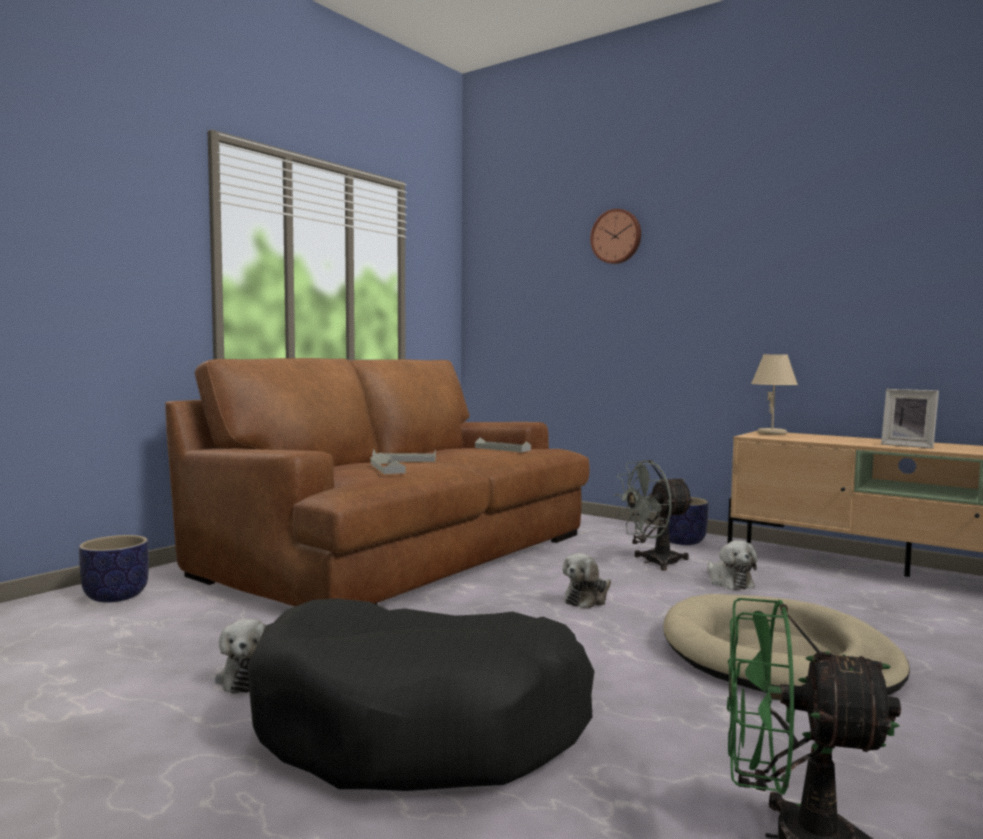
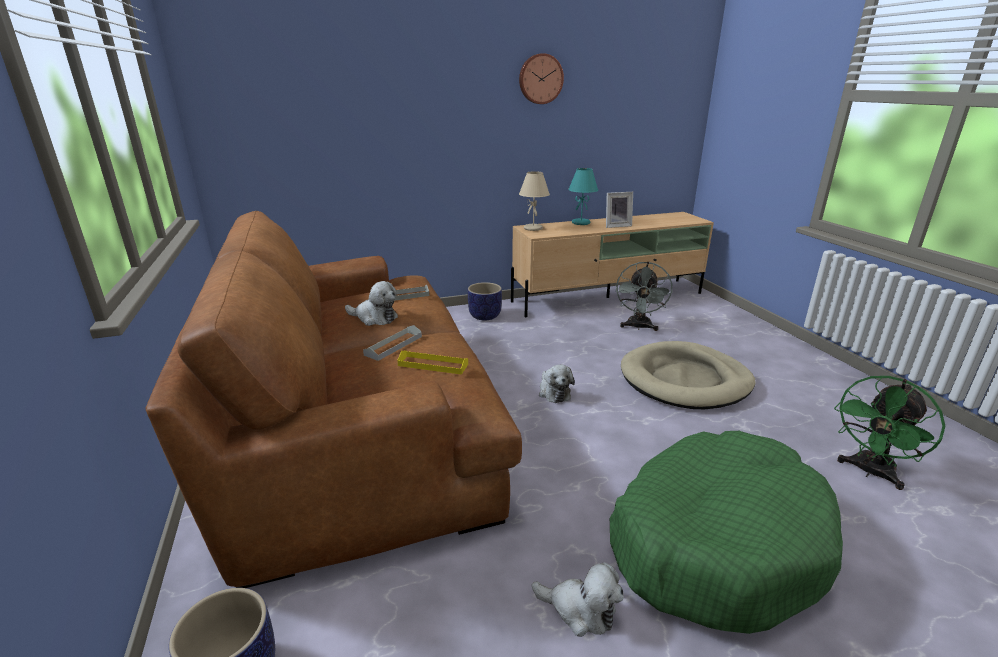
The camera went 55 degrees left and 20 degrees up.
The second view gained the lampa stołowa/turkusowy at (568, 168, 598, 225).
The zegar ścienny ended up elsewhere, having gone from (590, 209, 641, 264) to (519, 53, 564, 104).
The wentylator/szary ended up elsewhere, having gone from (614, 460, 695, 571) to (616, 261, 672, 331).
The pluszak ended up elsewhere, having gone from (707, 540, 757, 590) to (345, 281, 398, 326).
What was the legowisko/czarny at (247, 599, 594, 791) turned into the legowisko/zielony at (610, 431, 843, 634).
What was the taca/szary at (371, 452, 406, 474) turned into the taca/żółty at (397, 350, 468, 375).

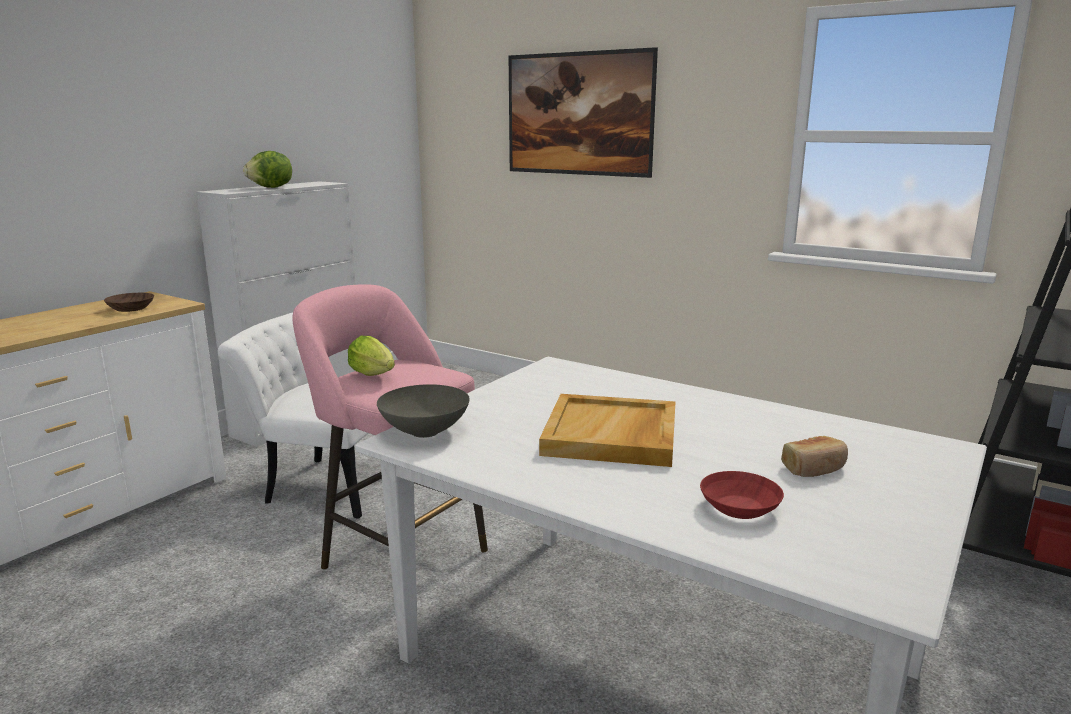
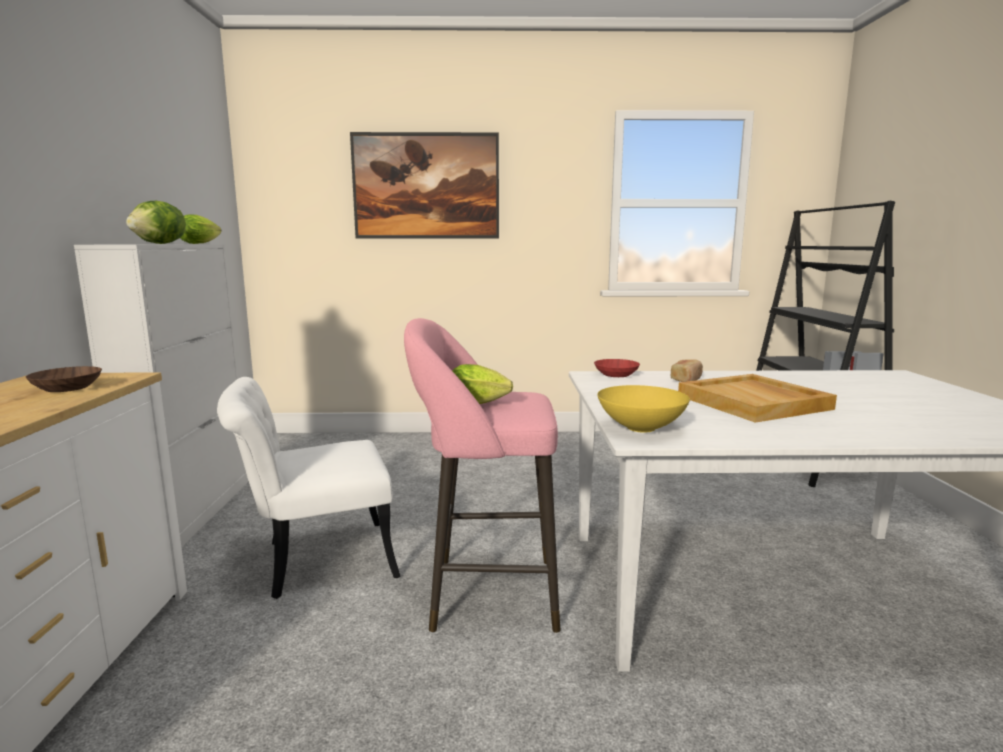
The camera went 35 degrees left and 5 degrees down.
The second view gained the sałata at (180, 214, 222, 244).
The miska/czerwony ended up elsewhere, having gone from (700, 471, 784, 519) to (594, 359, 640, 377).
The chleb ended up elsewhere, having gone from (781, 436, 848, 477) to (671, 359, 703, 382).
What was the miska/szary at (377, 384, 470, 438) turned into the miska/żółty at (597, 385, 690, 433).

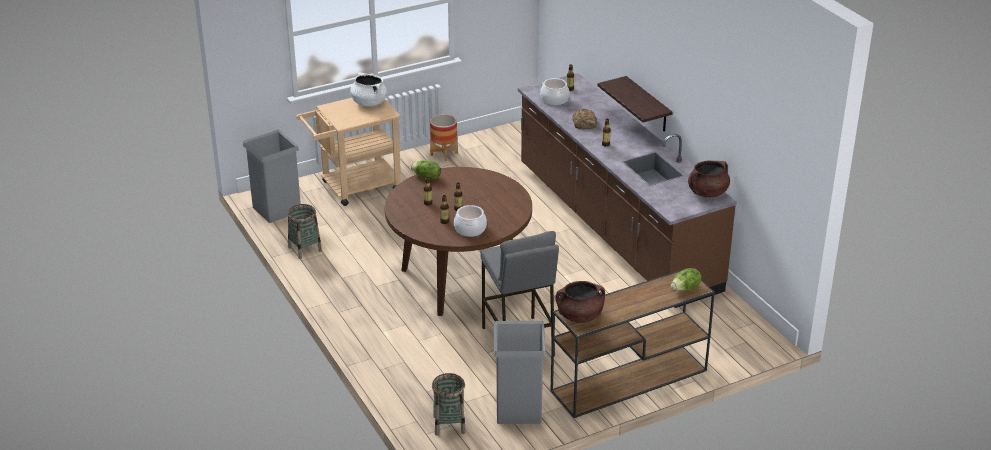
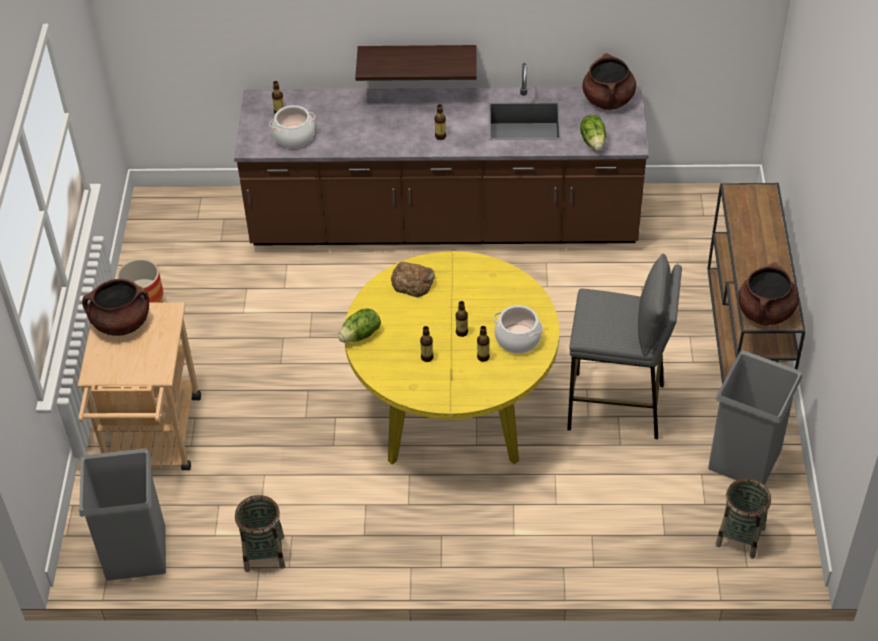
The camera went 60 degrees left and 15 degrees up.
The chleb ended up elsewhere, having gone from (573, 108, 597, 130) to (391, 262, 435, 297).
The sałata ended up elsewhere, having gone from (671, 268, 701, 291) to (580, 115, 606, 151).
What was the garnek/biały at (350, 72, 387, 107) turned into the garnek/brązowy at (82, 279, 149, 336).
What was the stół jadalny/brązowy at (385, 167, 532, 316) turned into the stół jadalny/żółty at (345, 251, 559, 465).

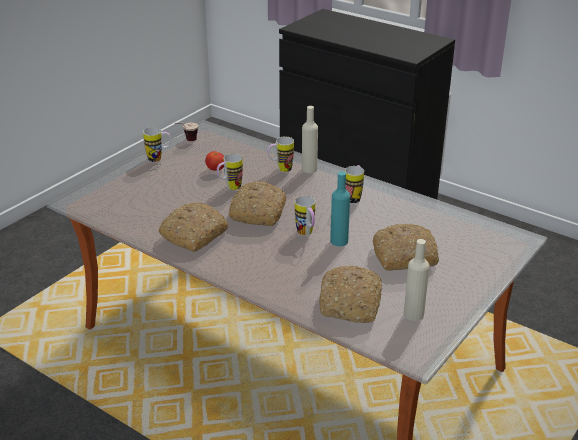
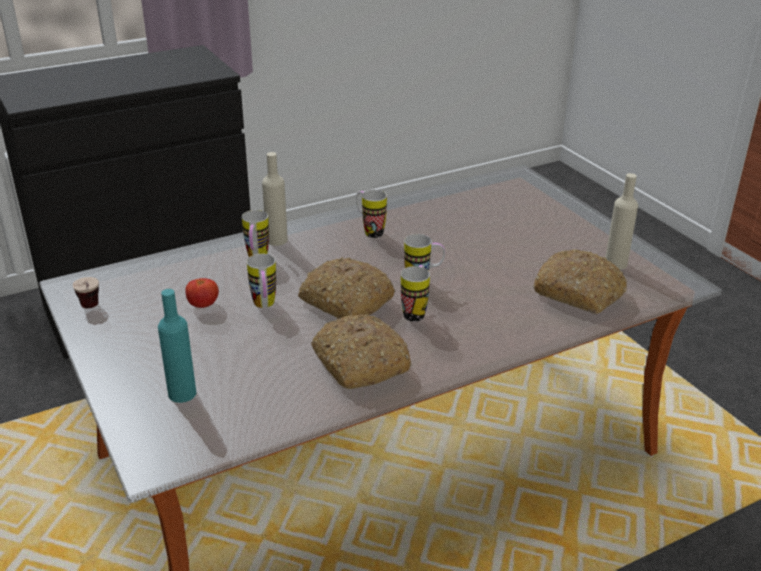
The camera went 65 degrees left and 0 degrees up.
The second view lost the chleb at (373, 224, 439, 271).
The kubek ended up elsewhere, having gone from (143, 127, 171, 162) to (401, 265, 430, 322).
The butelka/turkusowy ended up elsewhere, having gone from (330, 171, 350, 246) to (158, 289, 196, 403).

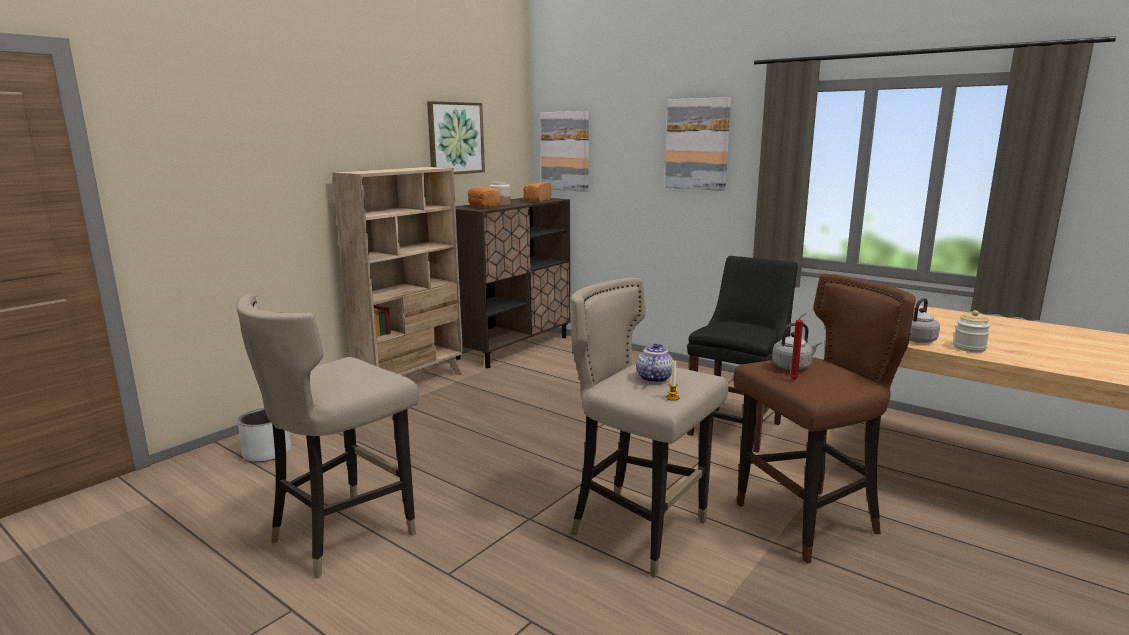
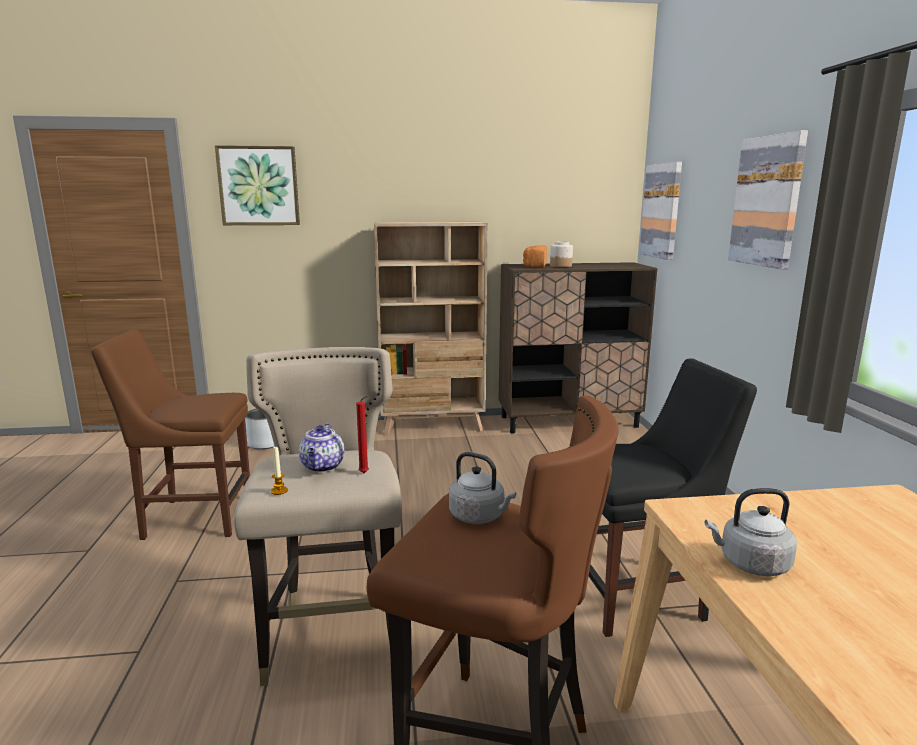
The camera went 45 degrees right and 0 degrees up.
The second view lost the chleb at (523, 182, 551, 202).
The second view lost the słoik at (954, 310, 991, 352).
The obraz ended up elsewhere, having gone from (427, 101, 485, 175) to (215, 145, 300, 225).
The świeca/czerwony ended up elsewhere, having gone from (790, 313, 806, 380) to (356, 396, 369, 473).
Where the stołek/beżowy stood at (236, 294, 419, 578), the krzesło/brązowy came to stand at (91, 329, 250, 540).
The imbryk at (636, 344, 673, 383) ended up facing another way, 120 degrees clockwise from before.

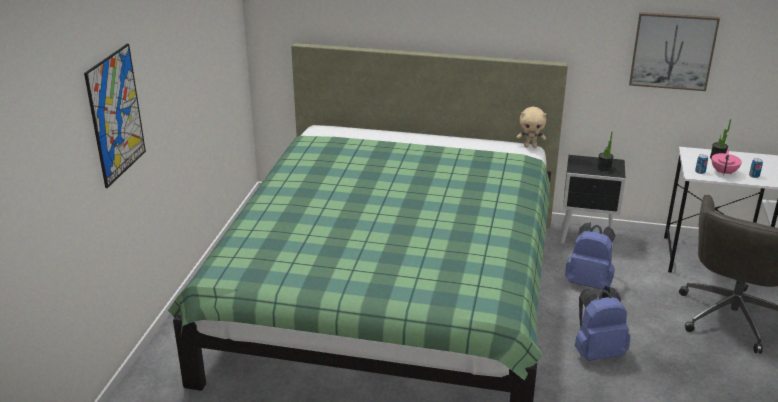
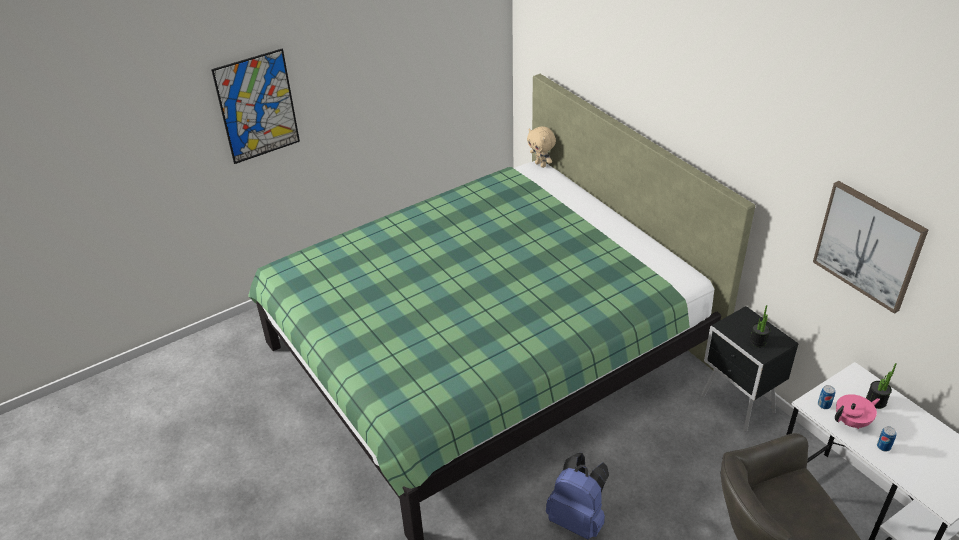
The camera went 45 degrees right and 10 degrees up.
The second view lost the plecak/niebieski at (565, 222, 616, 290).
The pluszak/beżowy ended up elsewhere, having gone from (516, 107, 546, 148) to (527, 126, 556, 168).

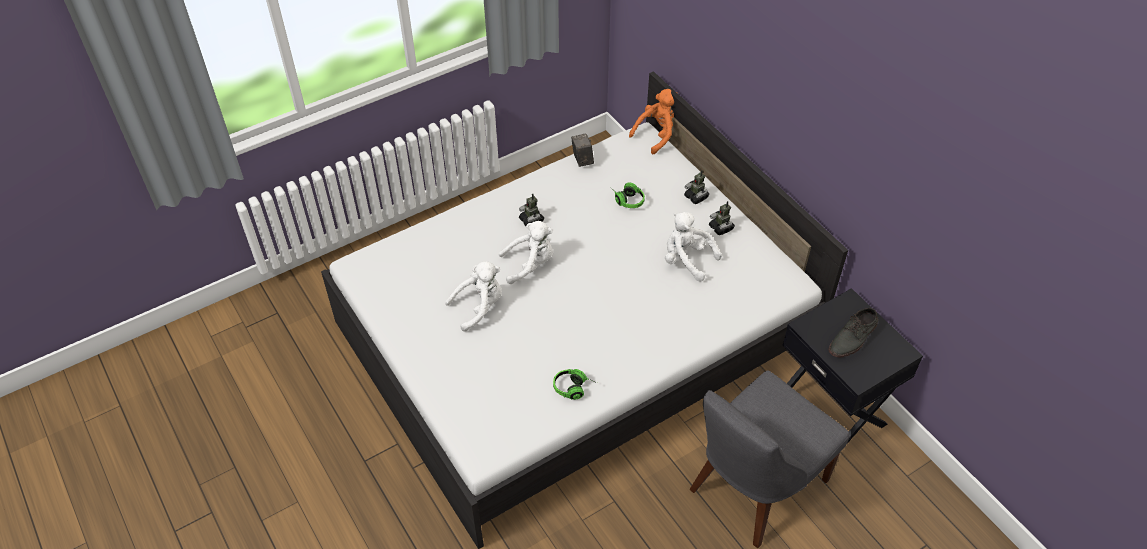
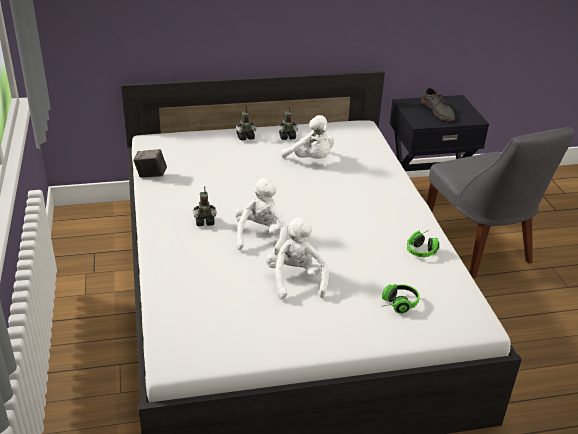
The camera went 70 degrees left and 15 degrees down.
The second view lost the pluszak/pomarańczowy at (629, 89, 674, 154).
The słuchawki ended up elsewhere, having gone from (610, 182, 645, 208) to (382, 284, 420, 313).
The pluszak/biały at (665, 212, 722, 282) ended up facing another way, 105 degrees counterclockwise from before.

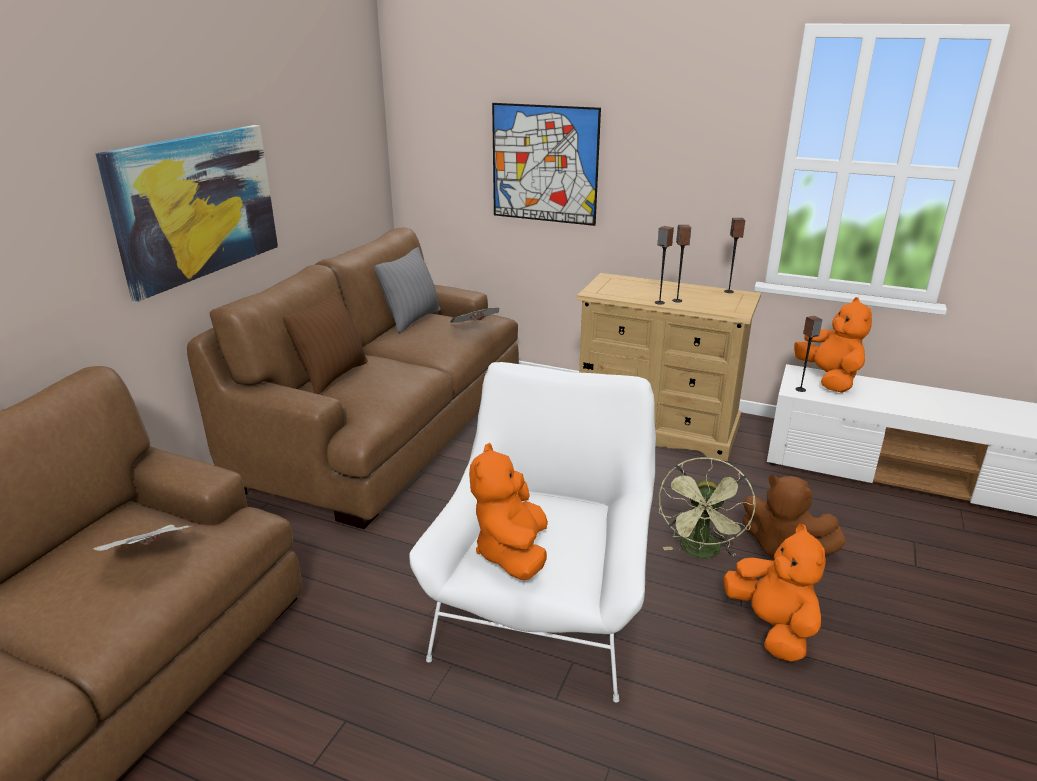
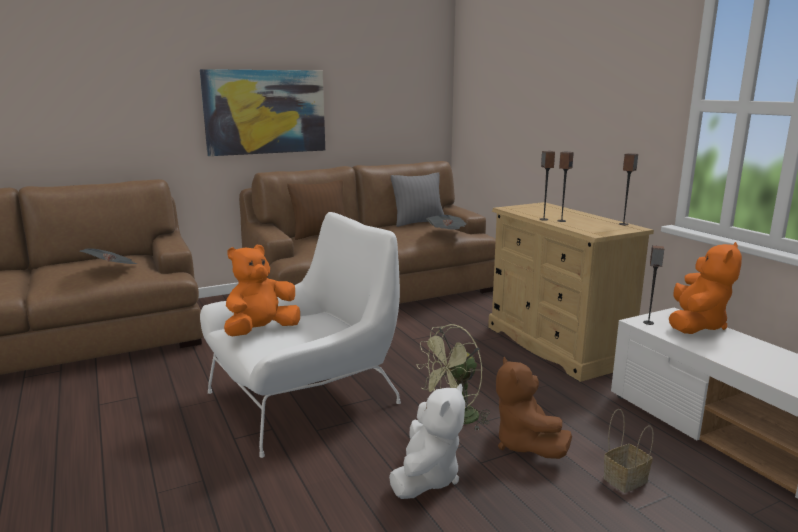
The camera went 40 degrees right and 10 degrees down.
The second view lost the obraz at (492, 103, 601, 226).
The second view gained the koszyk at (603, 409, 654, 493).
What was the pluszak/pomarańczowy at (724, 524, 826, 662) turned into the pluszak/biały at (389, 383, 465, 499).

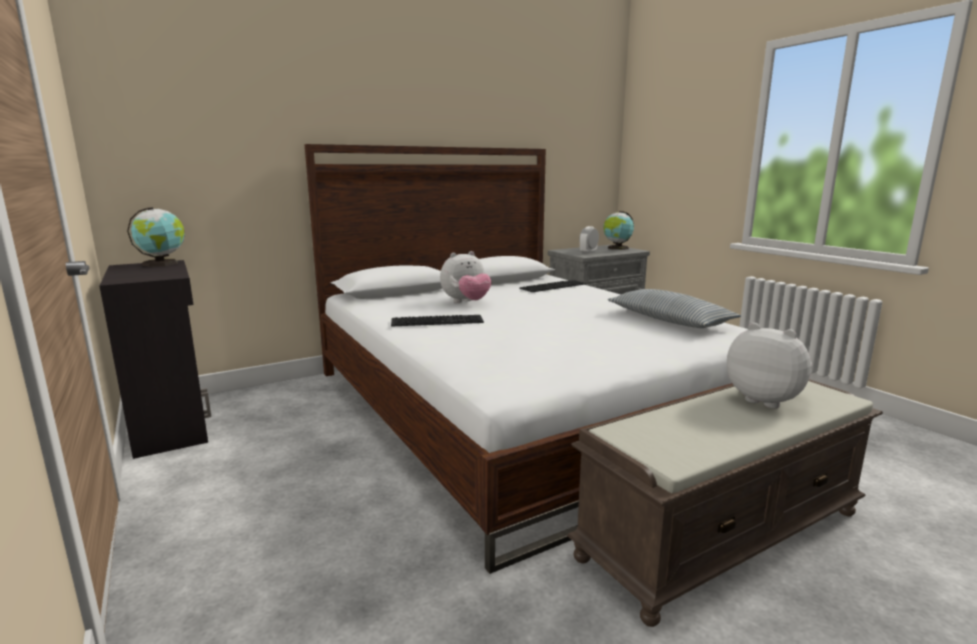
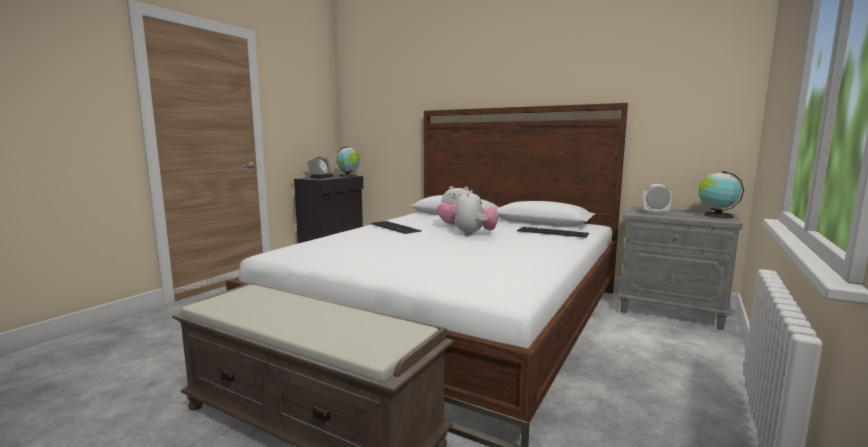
The camera went 60 degrees right and 5 degrees down.
The second view lost the poduszka at (608, 289, 741, 328).
The second view gained the budzik at (307, 157, 333, 179).
The pluszak ended up elsewhere, having gone from (727, 323, 813, 409) to (455, 190, 498, 236).

